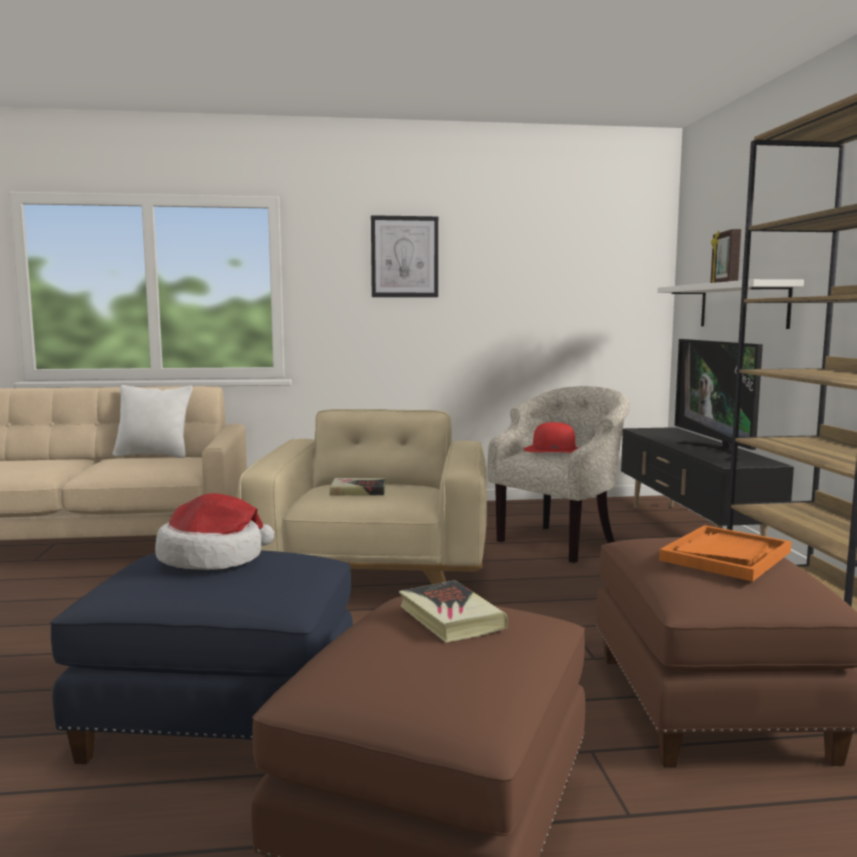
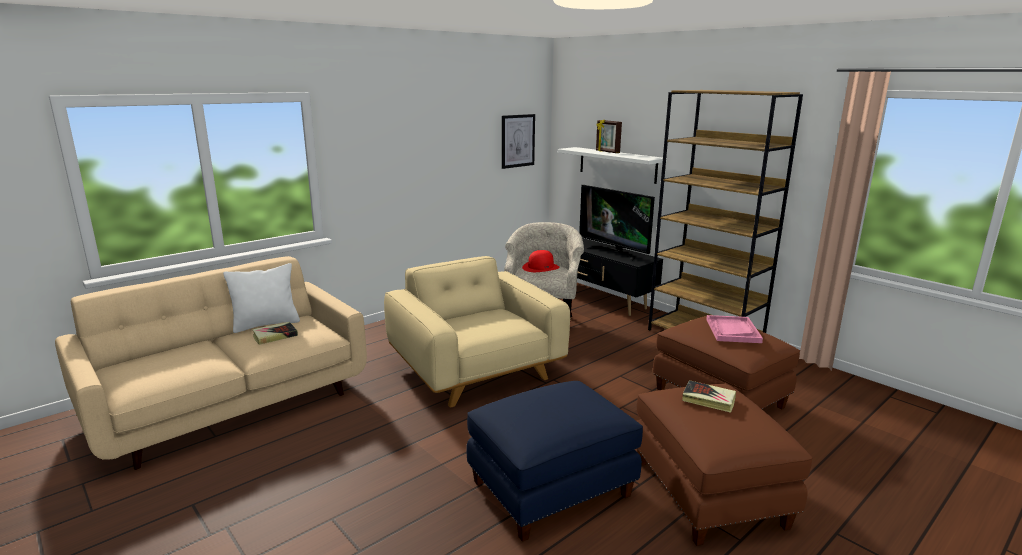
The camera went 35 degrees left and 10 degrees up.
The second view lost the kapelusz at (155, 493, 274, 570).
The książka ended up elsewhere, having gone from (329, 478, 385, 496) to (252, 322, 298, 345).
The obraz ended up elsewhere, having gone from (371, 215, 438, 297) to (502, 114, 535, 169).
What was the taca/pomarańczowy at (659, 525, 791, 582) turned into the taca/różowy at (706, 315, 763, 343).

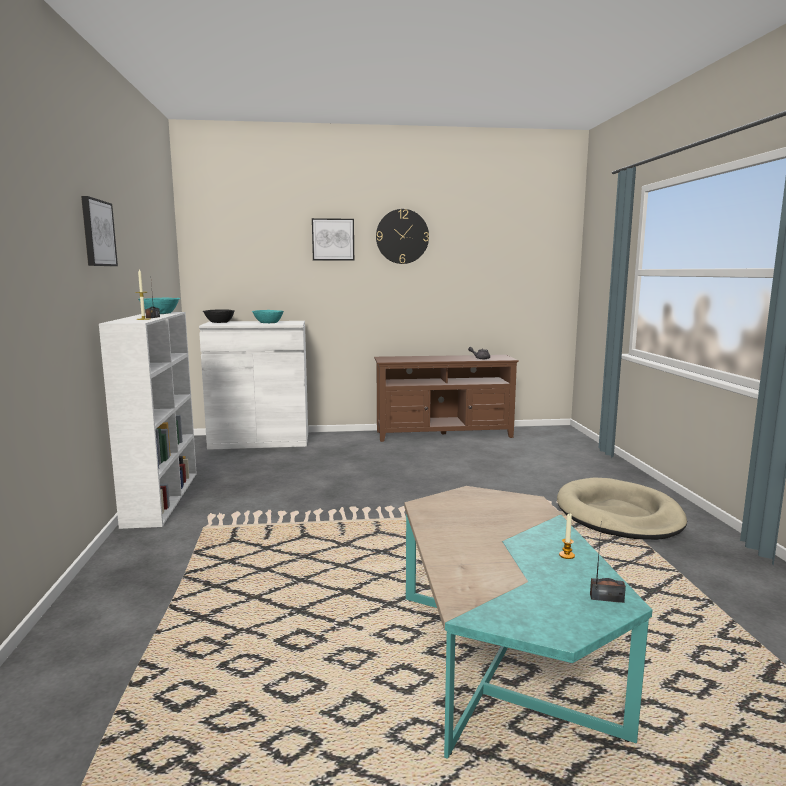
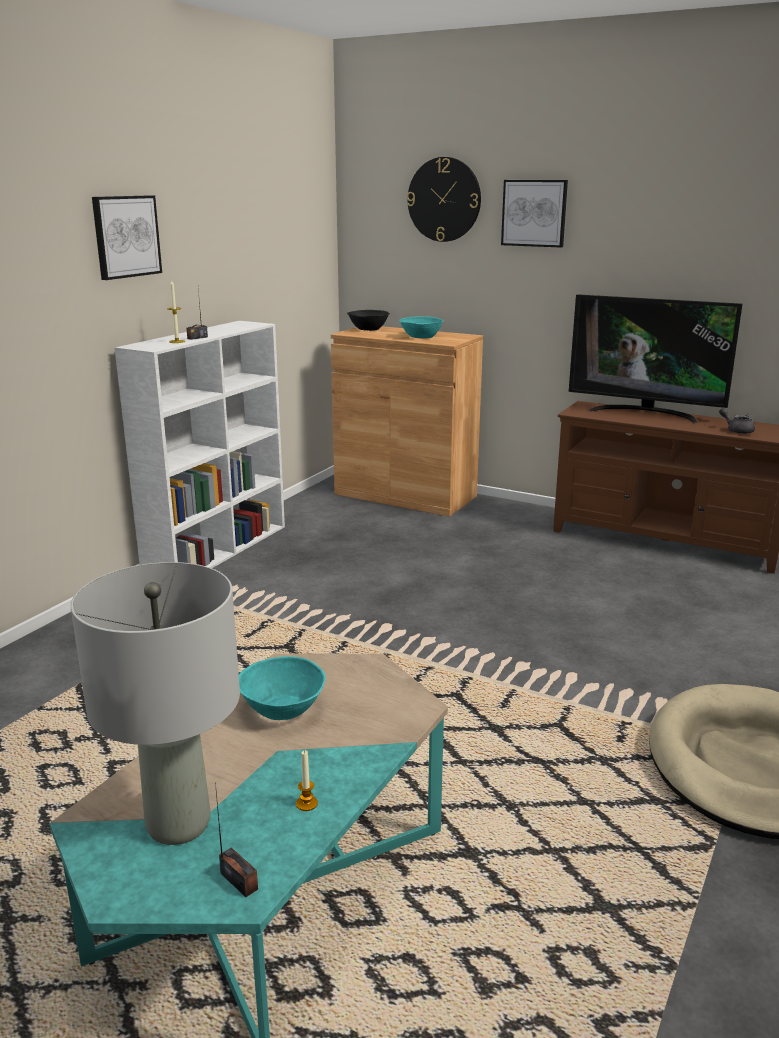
The camera went 35 degrees right and 10 degrees up.
The second view gained the lampa stołowa/szary at (71, 562, 240, 845).
The second view gained the telewizor at (569, 294, 743, 423).
The miska/turkusowy ended up elsewhere, having gone from (139, 297, 180, 314) to (239, 656, 326, 720).
The zegar ścienny ended up elsewhere, having gone from (376, 209, 429, 264) to (407, 157, 481, 242).
What was the szafka/biały at (199, 321, 308, 450) turned into the szafka/brązowy at (331, 326, 483, 517).

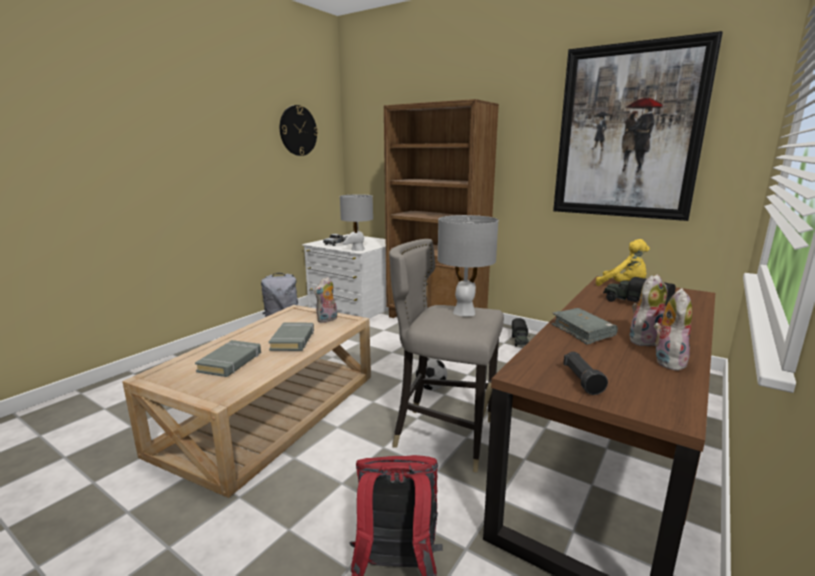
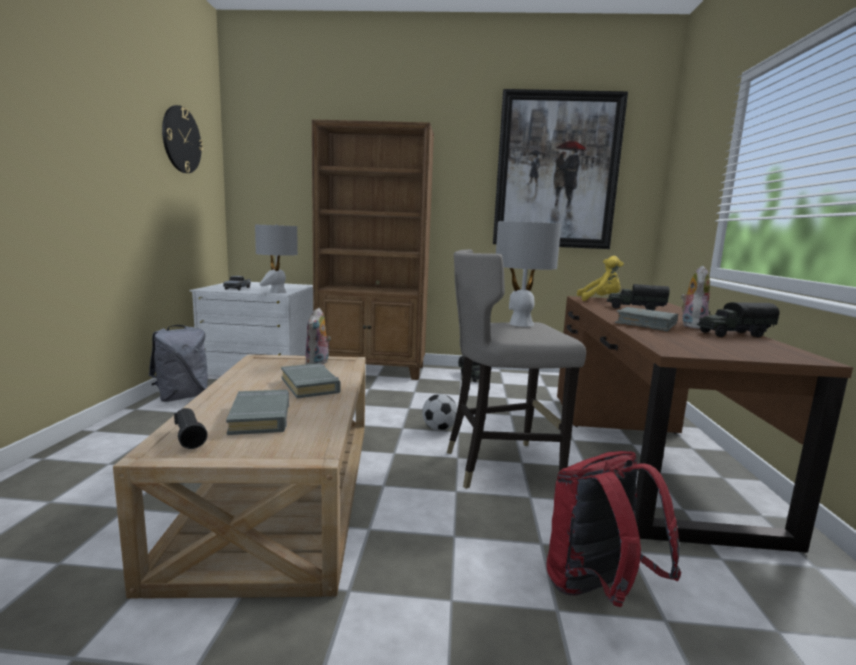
The camera went 30 degrees left and 5 degrees down.
The latarka/czarny ended up elsewhere, having gone from (563, 352, 608, 395) to (174, 408, 208, 449).
Where the pluszak stood at (654, 288, 692, 371), the ciężarówka zabawkowa came to stand at (697, 302, 780, 337).

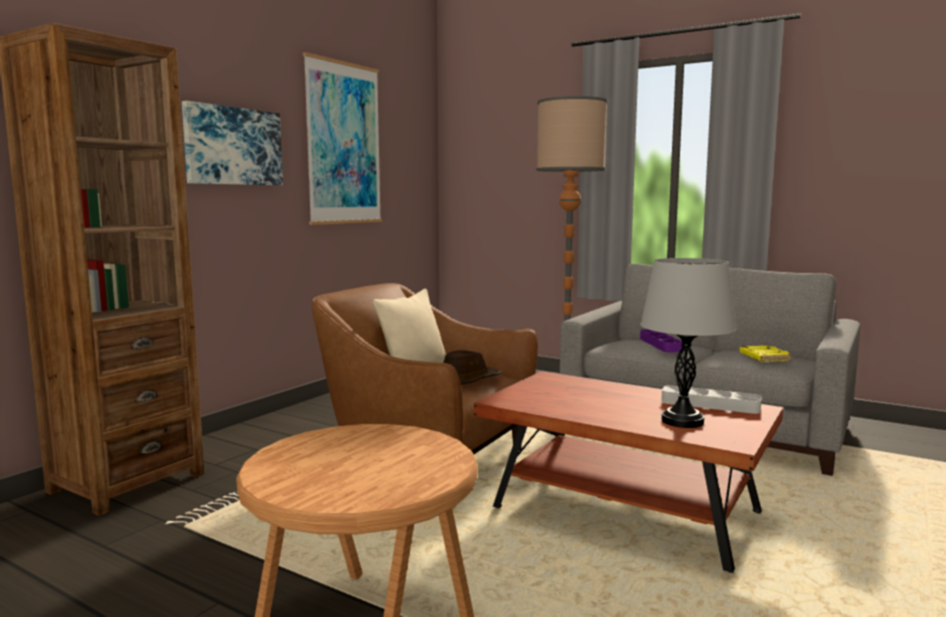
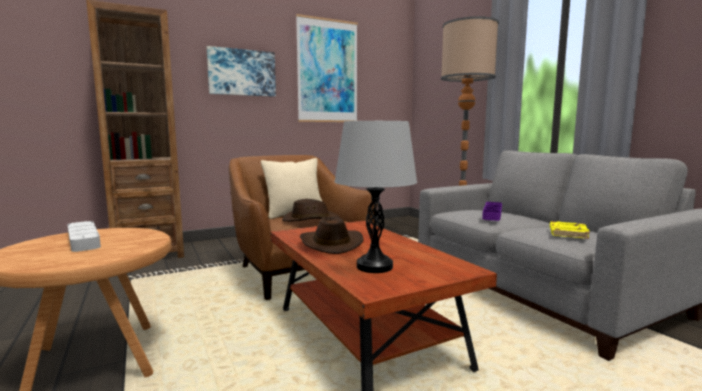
The camera went 30 degrees right and 0 degrees up.
The second view gained the kapelusz/brązowy at (300, 217, 363, 254).
The taca/szary ended up elsewhere, having gone from (661, 385, 762, 414) to (67, 221, 101, 252).

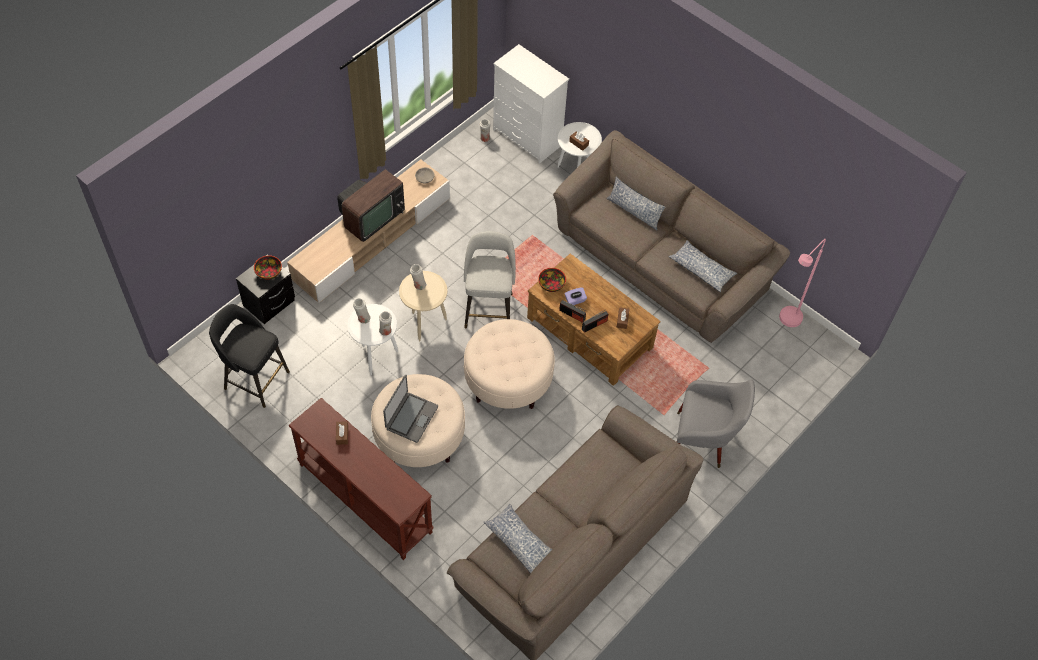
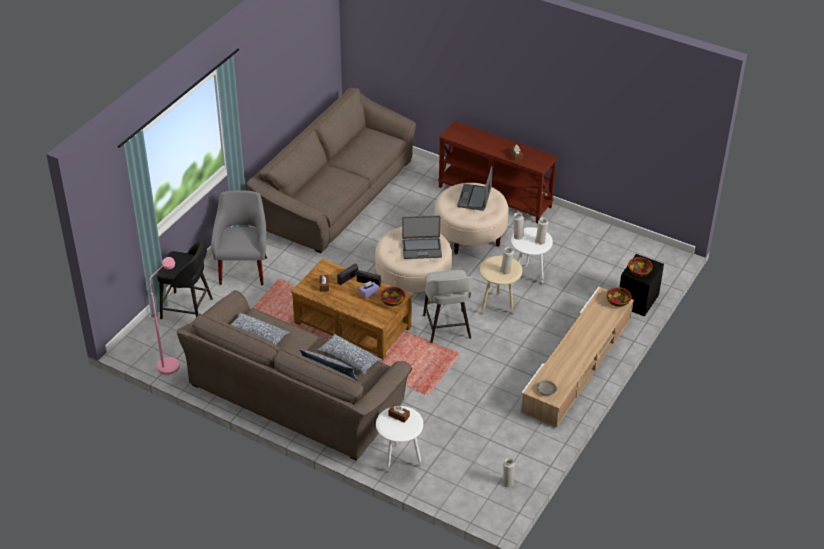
The camera went 170 degrees right and 15 degrees down.
The second view lost the telewizor at (337, 169, 405, 242).
The second view lost the komoda/biały at (493, 44, 569, 164).
The second view gained the laptop at (402, 216, 442, 259).
The second view gained the miska at (607, 287, 631, 307).
The stołek/czarny ended up elsewhere, having gone from (209, 304, 290, 408) to (157, 239, 213, 319).
The poduszka ended up elsewhere, having gone from (484, 504, 553, 574) to (317, 334, 382, 375).
The fotel/szary at (677, 380, 755, 468) ended up facing another way, 90 degrees clockwise from before.

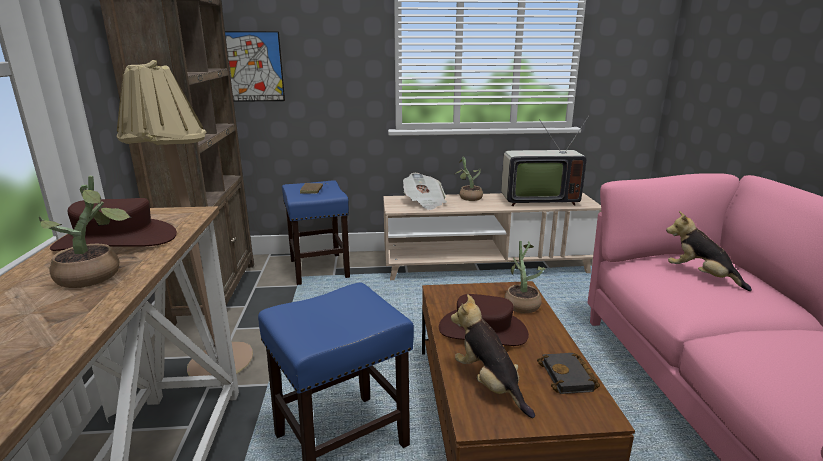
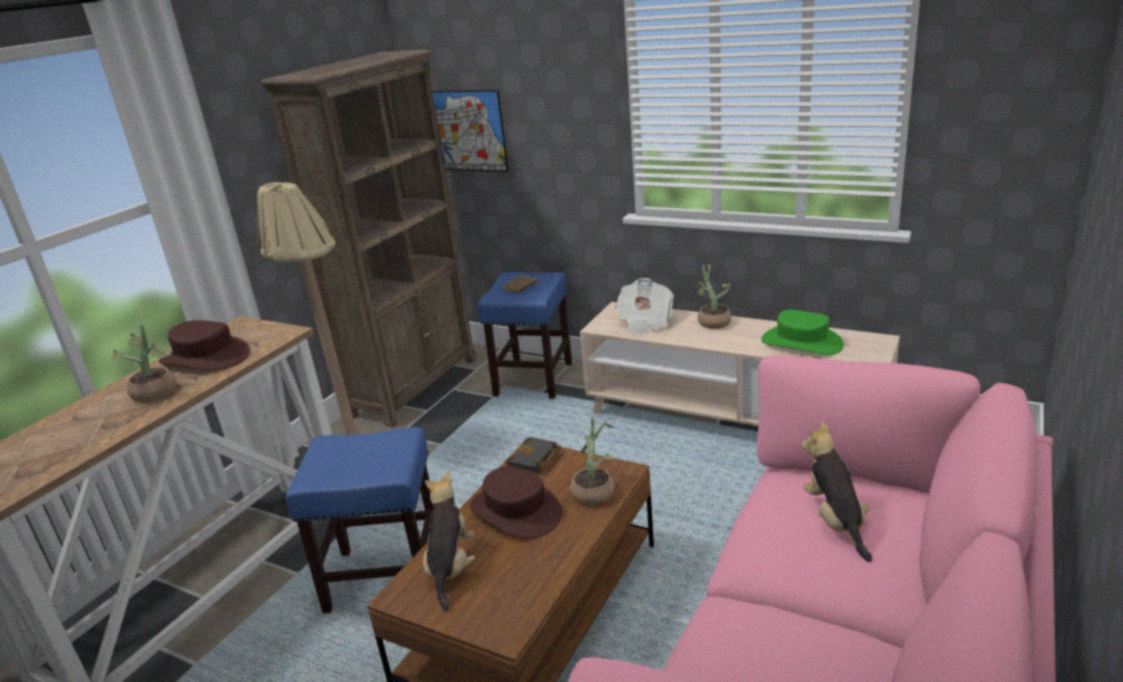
The camera went 35 degrees right and 5 degrees up.
The książka/czarny ended up elsewhere, having gone from (537, 353, 600, 394) to (506, 437, 561, 474).
Where the telewizor stood at (501, 116, 589, 206), the kapelusz/zielony came to stand at (761, 310, 844, 355).

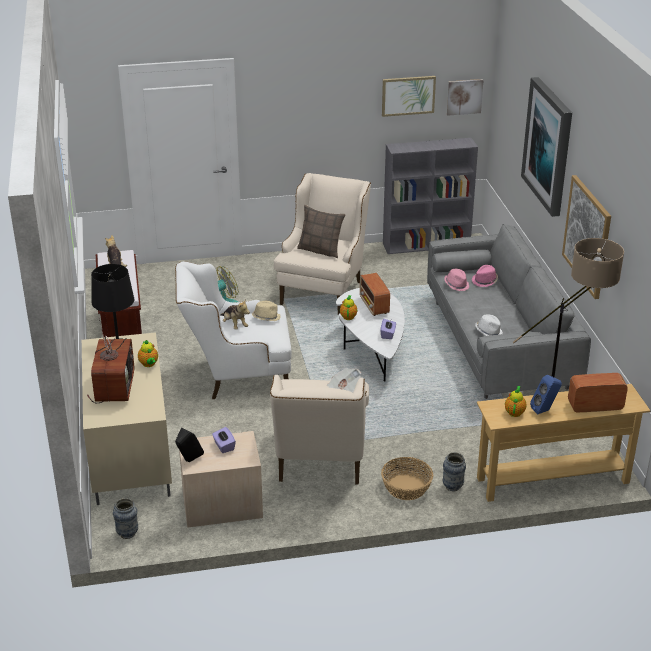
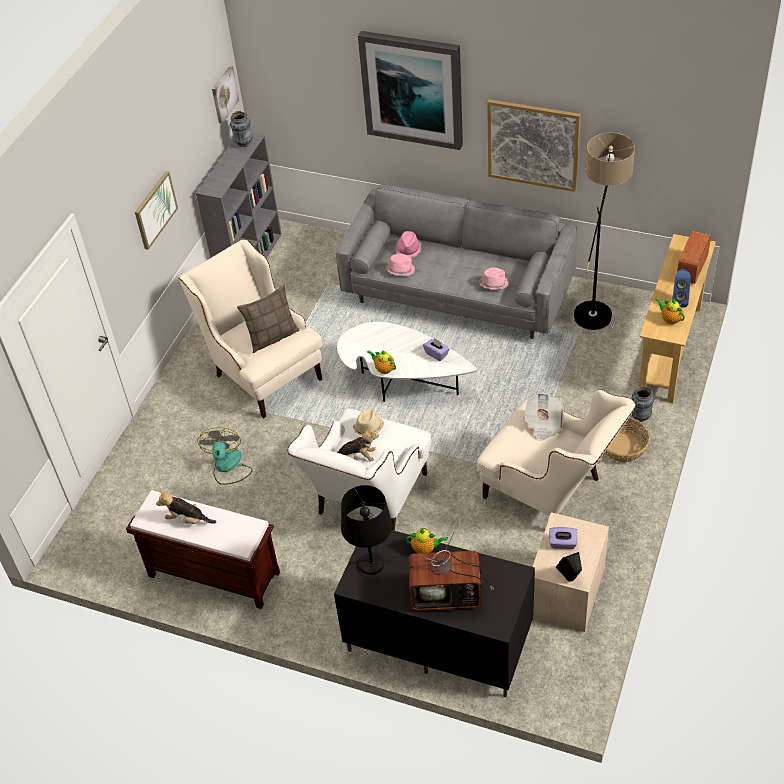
The camera went 55 degrees left and 15 degrees up.
The second view lost the radio at (360, 273, 390, 316).
The wazon ended up elsewhere, having gone from (113, 498, 138, 539) to (230, 111, 253, 147).
The obraz ended up elsewhere, having gone from (382, 76, 436, 117) to (135, 171, 178, 250).
What was the szafka pod telewizor/beżowy at (82, 332, 172, 505) turned into the szafka pod telewizor/czarny at (334, 530, 535, 697).
What was the kapelusz/biały at (475, 314, 503, 336) turned into the kapelusz/różowy at (479, 267, 509, 290).
The telewizor at (87, 319, 134, 403) ended up facing another way, 150 degrees clockwise from before.

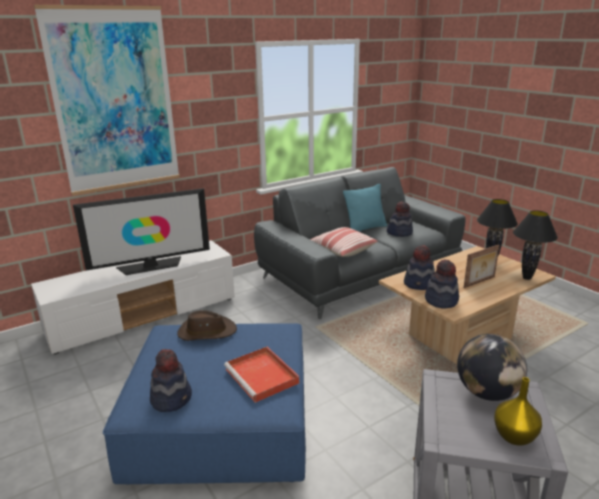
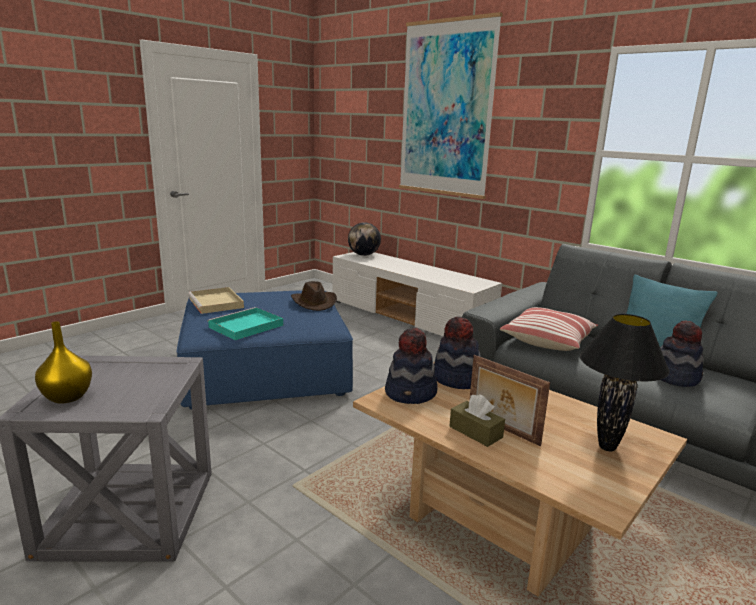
The camera went 75 degrees right and 5 degrees down.
The second view lost the telewizor at (73, 188, 210, 275).
The second view lost the lampa stołowa/czarny at (513, 210, 558, 280).
The second view gained the pudełko chusteczek/brązowy at (450, 394, 505, 447).
The globus ended up elsewhere, having gone from (457, 334, 527, 401) to (348, 222, 381, 256).
Where the kapelusz stood at (150, 349, 192, 412), the taca/beżowy came to stand at (188, 287, 244, 314).
What was the taca/czerwony at (224, 347, 299, 403) turned into the taca/turkusowy at (207, 307, 283, 340).

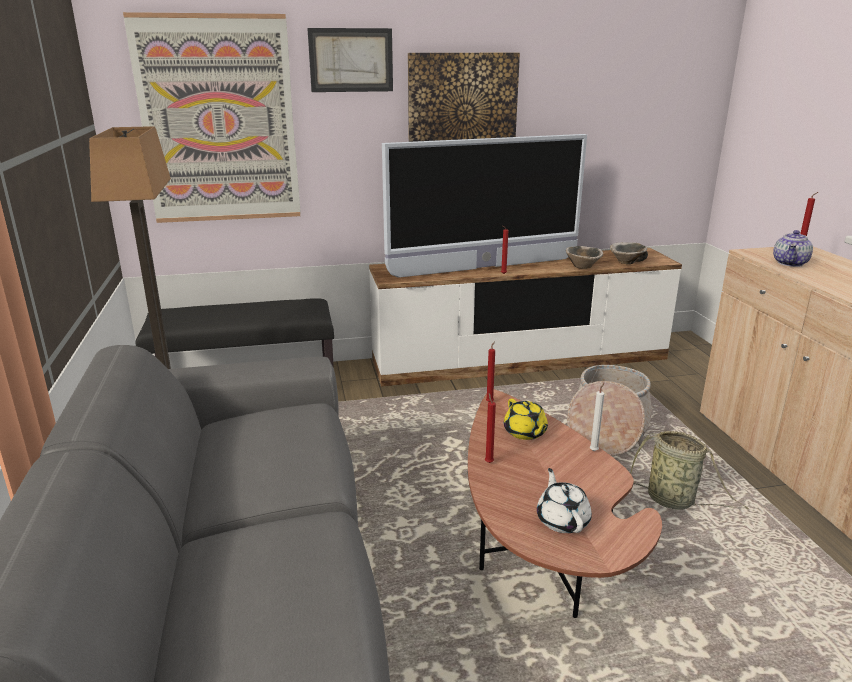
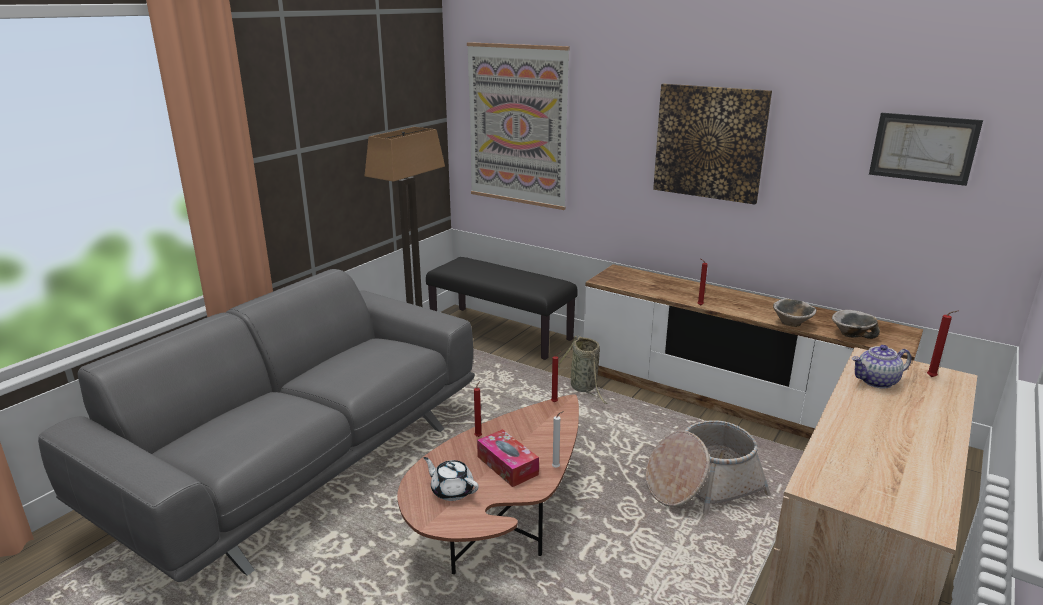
The camera went 45 degrees right and 0 degrees up.
The second view lost the telewizor at (382, 134, 587, 278).
The second view lost the imbryk/żółty at (504, 399, 548, 440).
The second view gained the pudełko chusteczek at (477, 429, 539, 487).
The obraz ended up elsewhere, having gone from (307, 28, 393, 92) to (869, 113, 983, 186).
The koszyk ended up elsewhere, having gone from (630, 431, 749, 510) to (558, 335, 608, 404).
The imbryk/biały at (537, 468, 592, 533) ended up facing another way, 90 degrees counterclockwise from before.

